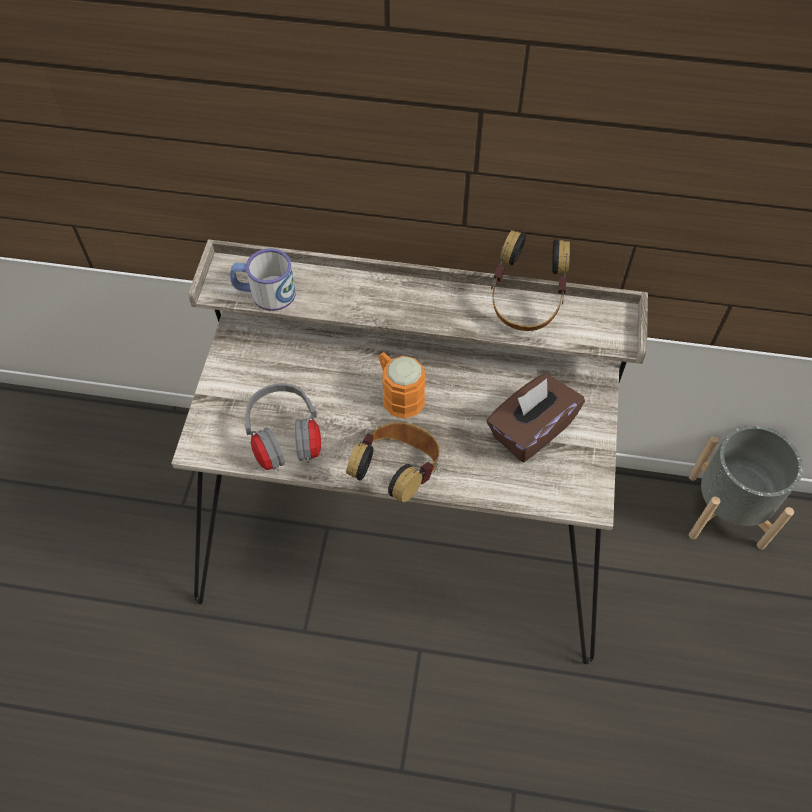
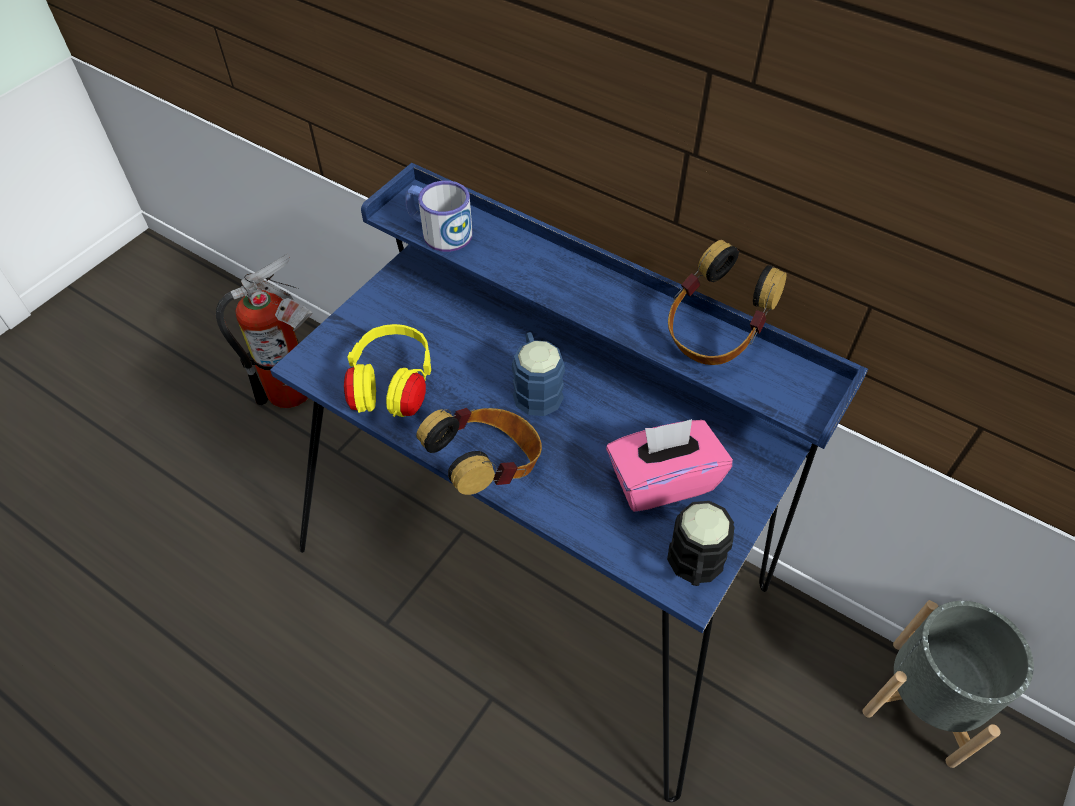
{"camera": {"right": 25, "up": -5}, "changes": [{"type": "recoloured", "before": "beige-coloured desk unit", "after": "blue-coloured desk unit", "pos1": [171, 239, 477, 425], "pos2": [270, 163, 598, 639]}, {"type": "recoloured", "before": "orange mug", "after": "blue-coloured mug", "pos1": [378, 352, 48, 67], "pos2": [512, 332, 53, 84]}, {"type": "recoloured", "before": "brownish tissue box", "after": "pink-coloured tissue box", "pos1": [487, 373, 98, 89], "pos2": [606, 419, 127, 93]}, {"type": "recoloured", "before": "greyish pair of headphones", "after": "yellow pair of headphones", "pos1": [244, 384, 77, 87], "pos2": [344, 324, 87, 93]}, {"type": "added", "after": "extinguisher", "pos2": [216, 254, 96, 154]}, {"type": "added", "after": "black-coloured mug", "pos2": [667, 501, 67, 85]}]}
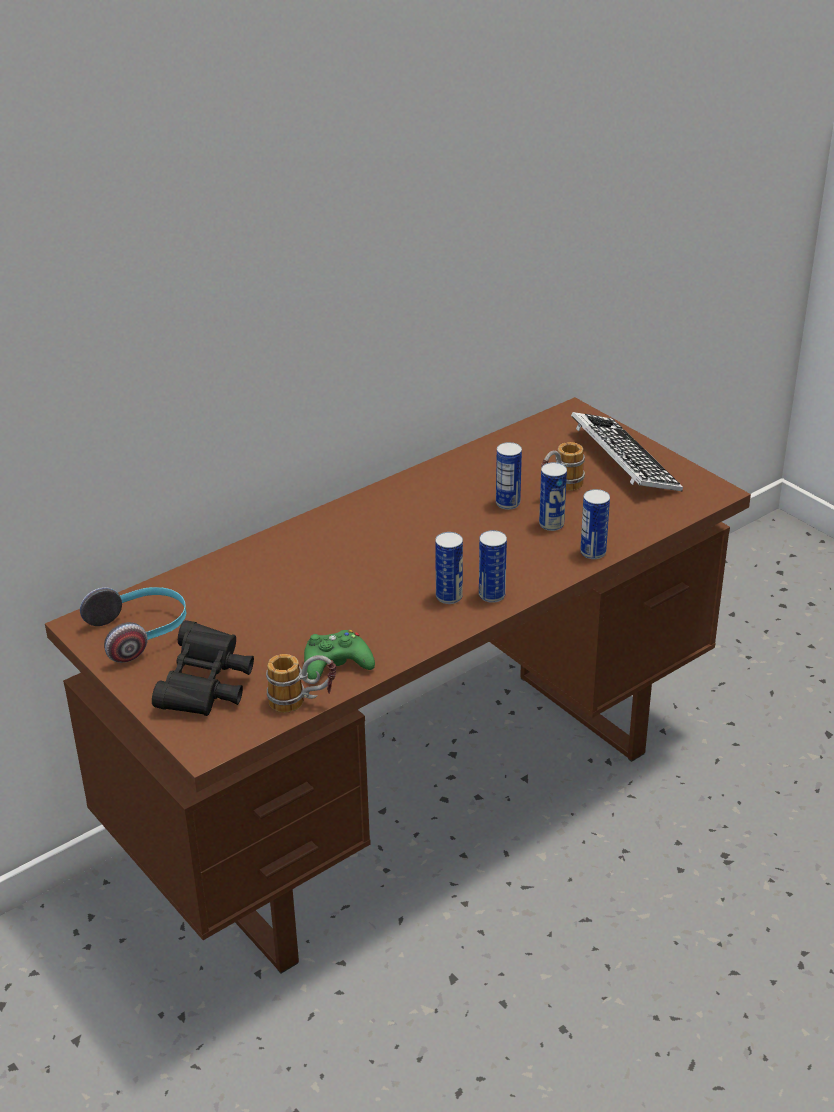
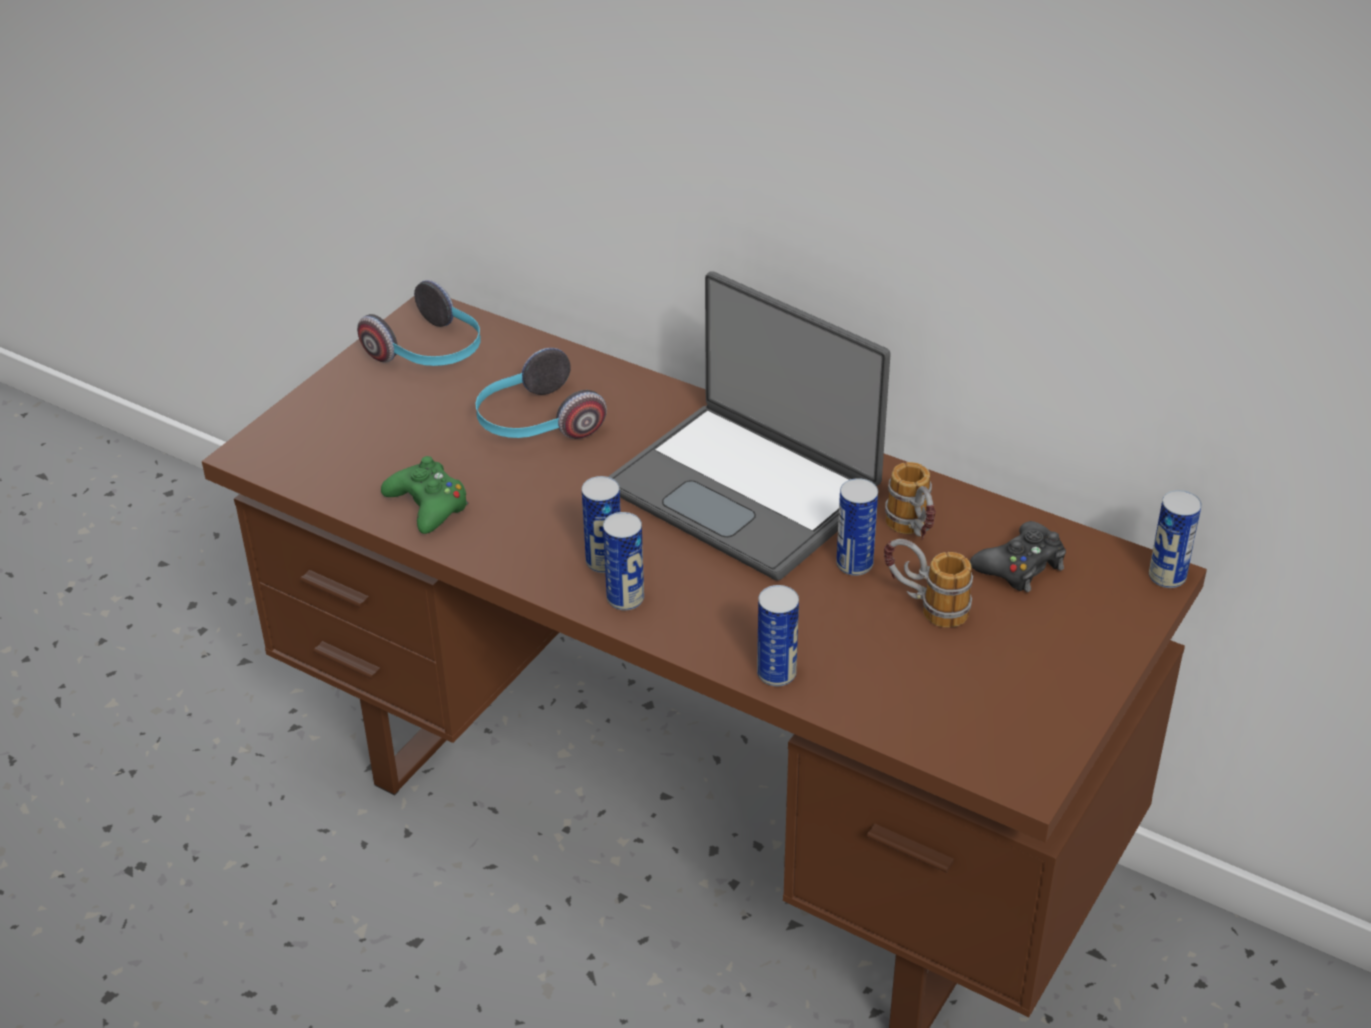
{"camera": {"right": 70, "up": 5}, "changes": [{"type": "removed", "before": "keyboard", "pos1": [571, 412, 112, 79]}, {"type": "moved", "before": "sealed can", "pos1": [539, 462, 28, 69], "pos2": [1149, 490, 53, 98]}, {"type": "removed", "before": "black-coloured binoculars", "pos1": [152, 620, 102, 96]}, {"type": "moved", "before": "mug", "pos1": [266, 654, 70, 59], "pos2": [885, 462, 51, 78]}, {"type": "added", "after": "laptop", "pos2": [608, 272, 283, 309]}, {"type": "added", "after": "pair of headphones", "pos2": [475, 348, 132, 91]}, {"type": "added", "after": "black-coloured joypad", "pos2": [970, 521, 96, 71]}]}
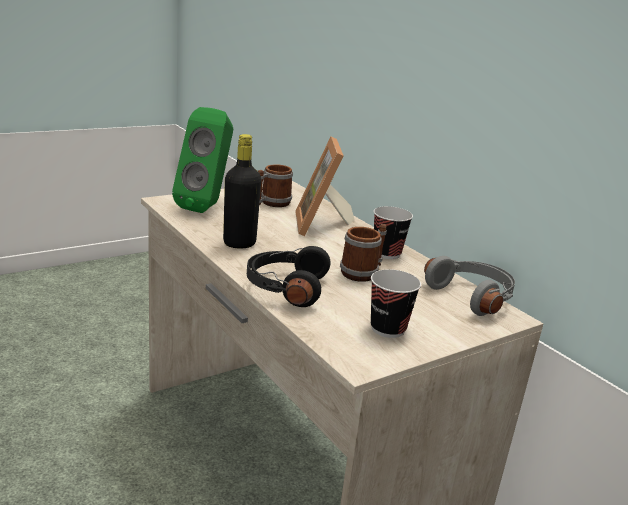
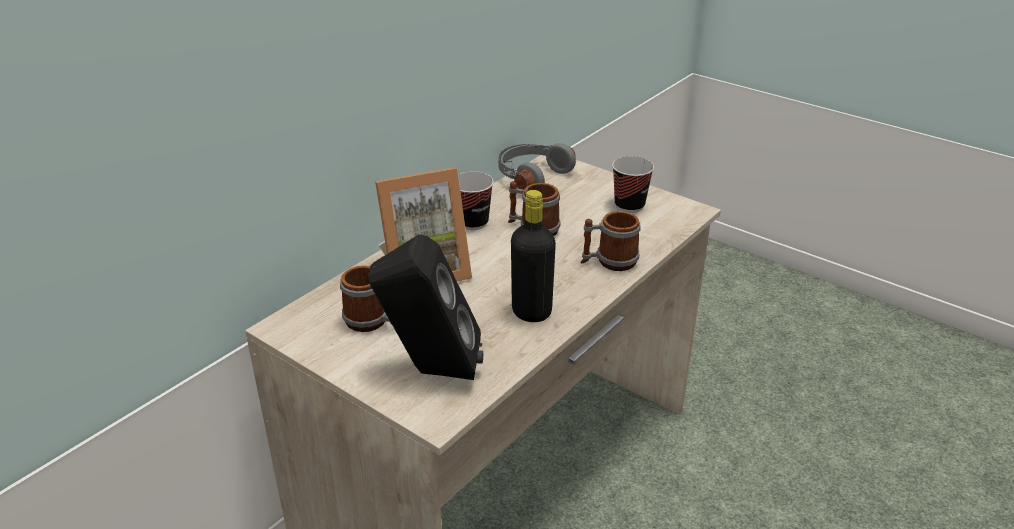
{"camera": {"right": -105, "up": 10}, "changes": [{"type": "recoloured", "before": "greenish speaker", "after": "black-coloured speaker", "pos1": [172, 107, 61, 106], "pos2": [369, 234, 114, 146]}, {"type": "replaced", "before": "black-coloured pair of headphones", "after": "mug", "pos1": [247, 246, 84, 61], "pos2": [581, 211, 60, 60]}]}
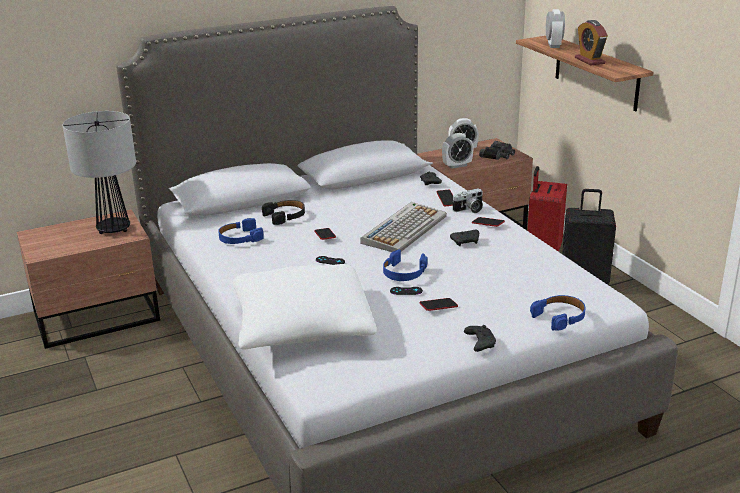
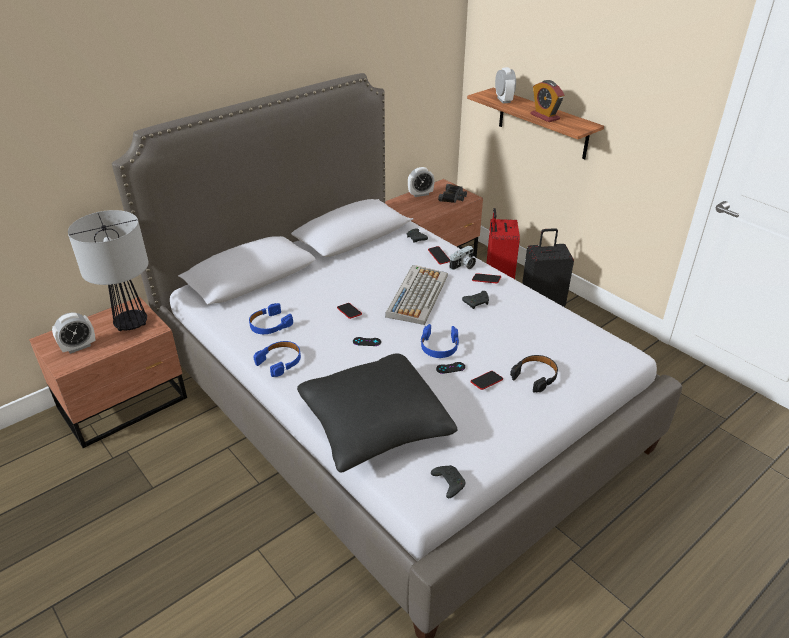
{"camera": {"right": -15, "up": 10}, "changes": [{"type": "moved", "before": "table clock", "pos1": [442, 133, 32, 36], "pos2": [52, 313, 44, 41]}, {"type": "moved", "before": "black-coloured pair of headphones", "pos1": [262, 200, 43, 25], "pos2": [510, 355, 48, 38]}, {"type": "recoloured", "before": "white throw pillow", "after": "black-coloured throw pillow", "pos1": [233, 264, 144, 86], "pos2": [297, 353, 161, 120]}, {"type": "moved", "before": "blue-coloured pair of headphones", "pos1": [530, 295, 56, 36], "pos2": [253, 341, 48, 36]}, {"type": "moved", "before": "black-coloured joypad", "pos1": [464, 325, 32, 27], "pos2": [431, 465, 34, 33]}]}
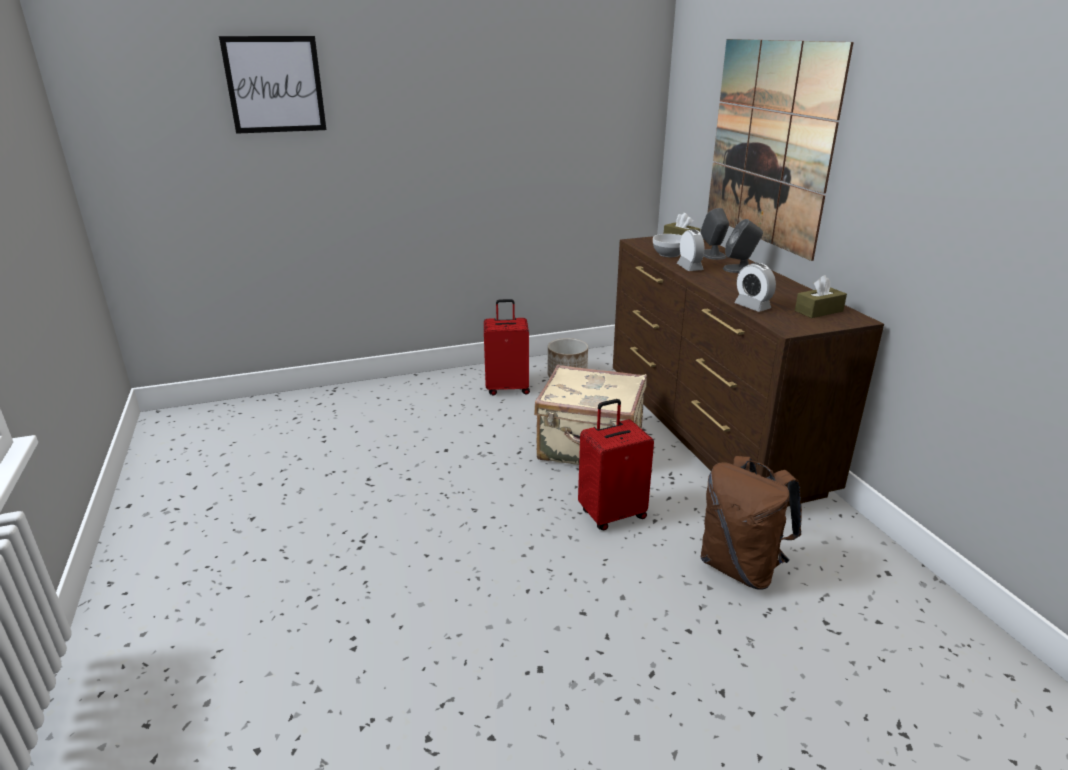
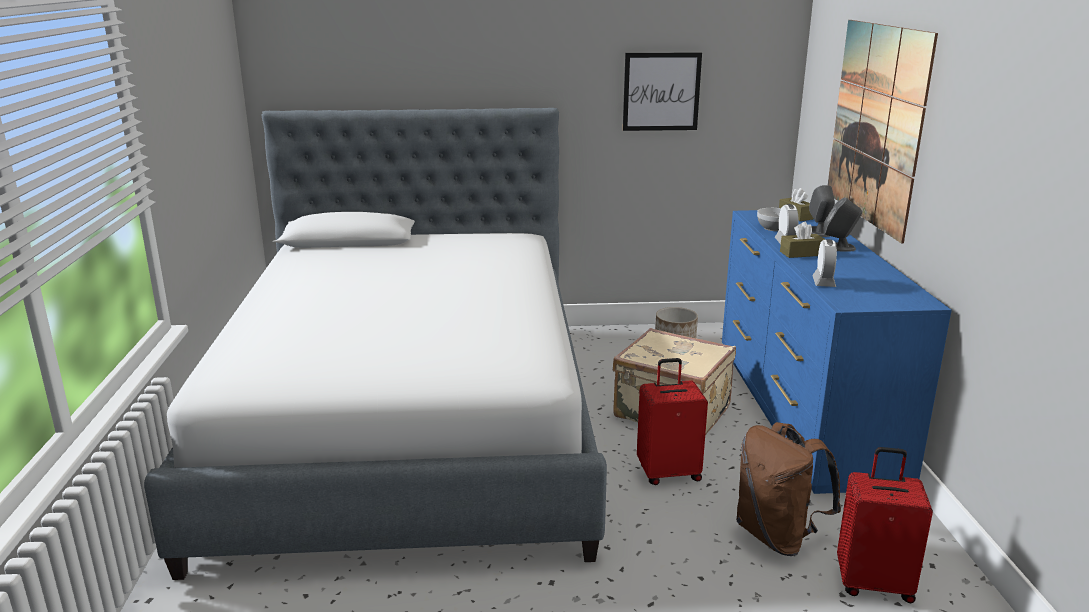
{"camera": {"right": 15, "up": -5}, "changes": [{"type": "moved", "before": "picture", "pos1": [219, 36, 107, 98], "pos2": [623, 52, 79, 79]}, {"type": "recoloured", "before": "brownish dresser", "after": "blue-coloured dresser", "pos1": [613, 236, 271, 271], "pos2": [722, 210, 230, 284]}, {"type": "turned", "before": "table clock", "pos1": [734, 263, 42, 49], "pos2": [812, 239, 25, 48], "turn": -150}, {"type": "moved", "before": "brownish tissue box", "pos1": [795, 275, 52, 43], "pos2": [780, 222, 46, 36]}, {"type": "moved", "before": "reddish piece of luggage", "pos1": [484, 299, 46, 96], "pos2": [837, 447, 96, 156]}, {"type": "added", "after": "sleeping bed", "pos2": [144, 108, 463, 472]}]}
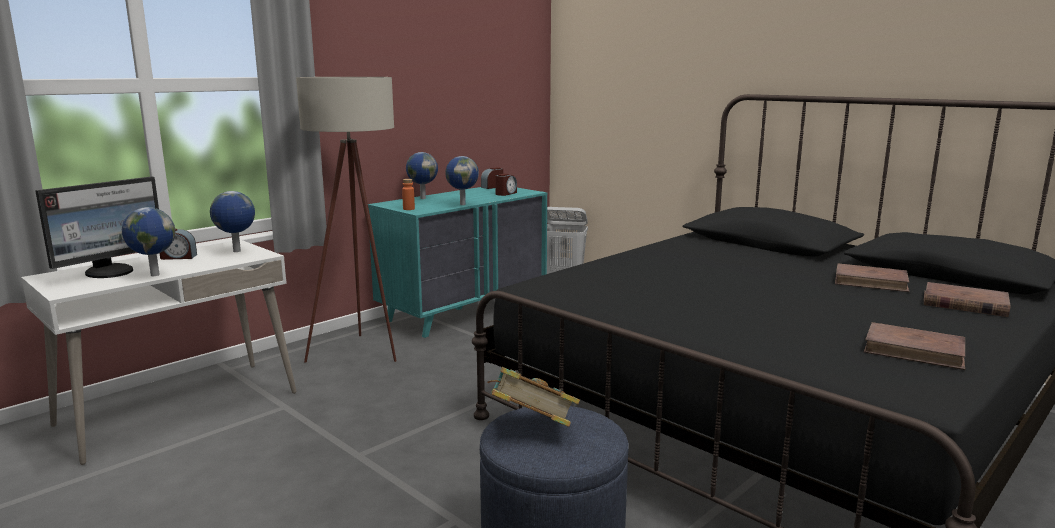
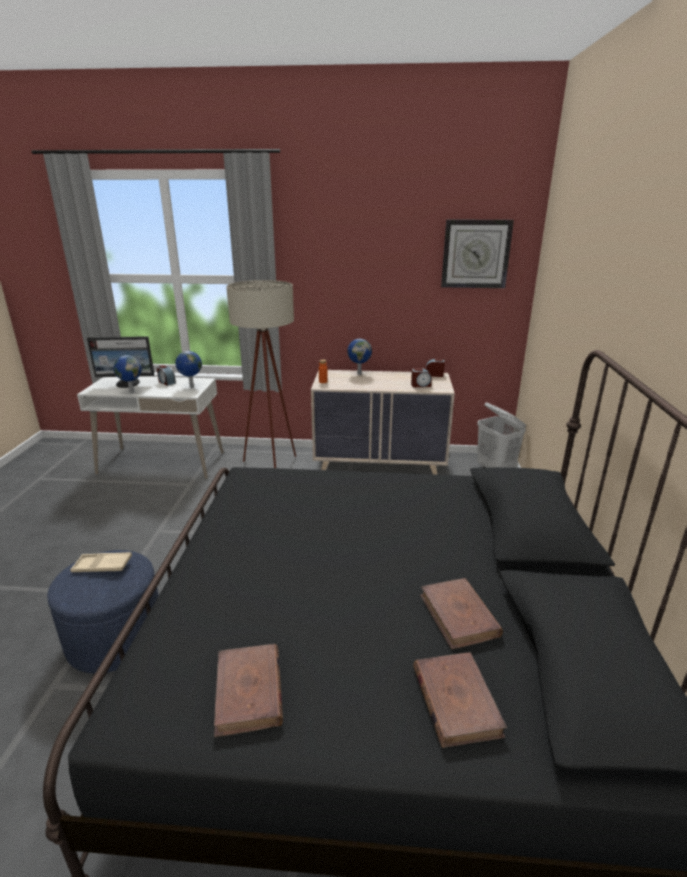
{"camera": {"right": 50, "up": 10}, "changes": [{"type": "removed", "before": "desk globe", "pos1": [445, 156, 34, 49]}, {"type": "recoloured", "before": "turquoise-coloured dresser", "after": "beige-coloured dresser", "pos1": [368, 187, 179, 151], "pos2": [311, 370, 144, 105]}, {"type": "replaced", "before": "bound book", "after": "beige-coloured serving tray", "pos1": [487, 367, 93, 60], "pos2": [70, 552, 62, 20]}, {"type": "added", "after": "clock on the wall", "pos2": [441, 220, 73, 68]}]}
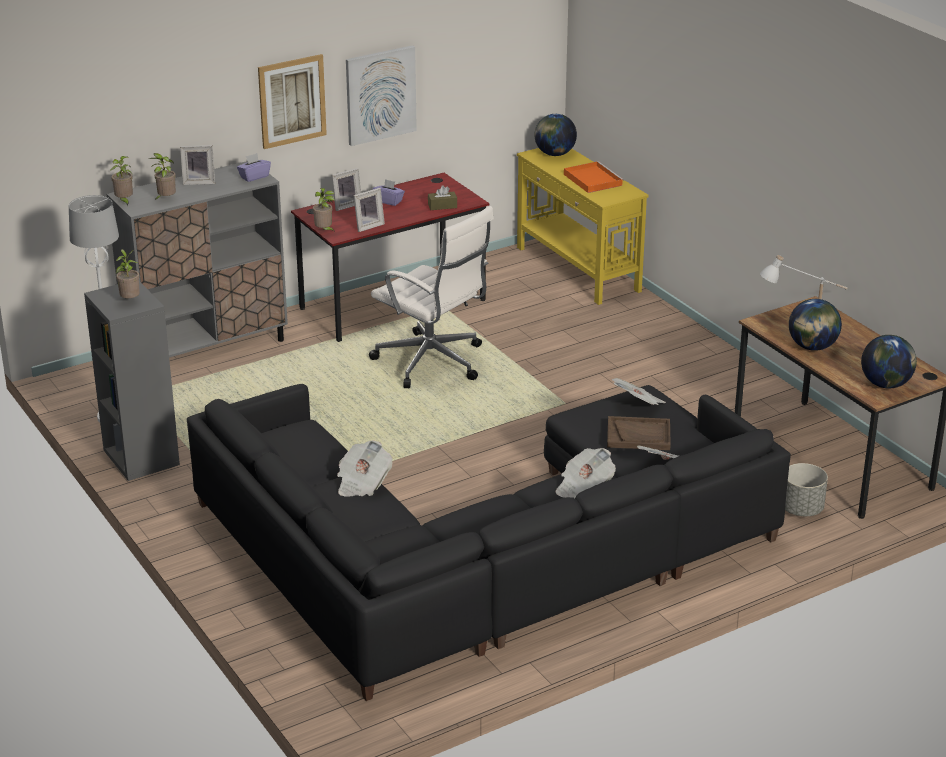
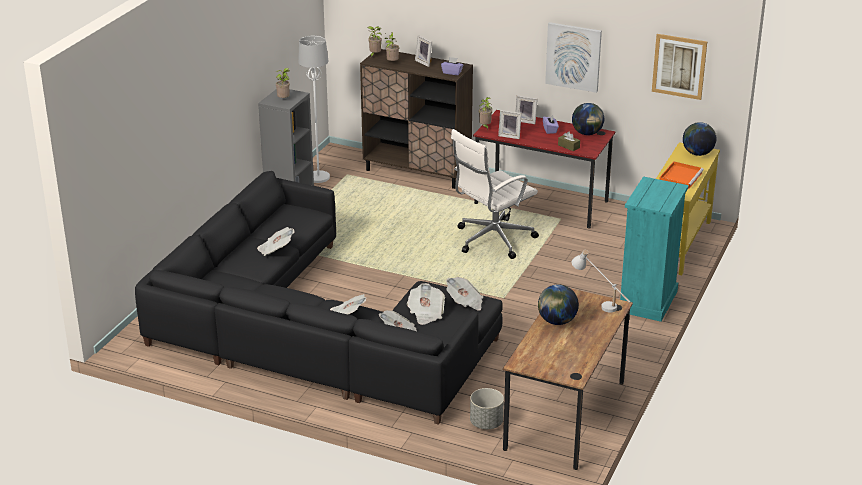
{"camera": {"right": 55, "up": 0}, "changes": [{"type": "moved", "before": "picture", "pos1": [258, 54, 69, 95], "pos2": [652, 34, 55, 66]}, {"type": "recoloured", "before": "greyish storage cabinet", "after": "brownish storage cabinet", "pos1": [107, 161, 181, 196], "pos2": [360, 49, 113, 140]}, {"type": "turned", "before": "white computer chair", "pos1": [369, 206, 125, 182], "pos2": [451, 129, 88, 130], "turn": 45}, {"type": "moved", "before": "desk globe", "pos1": [861, 335, 56, 53], "pos2": [572, 103, 32, 32]}, {"type": "replaced", "before": "brownish serving tray", "after": "newspaper", "pos1": [607, 416, 64, 34], "pos2": [407, 283, 38, 42]}, {"type": "added", "after": "turquoise-coloured dresser", "pos2": [620, 176, 69, 146]}]}
